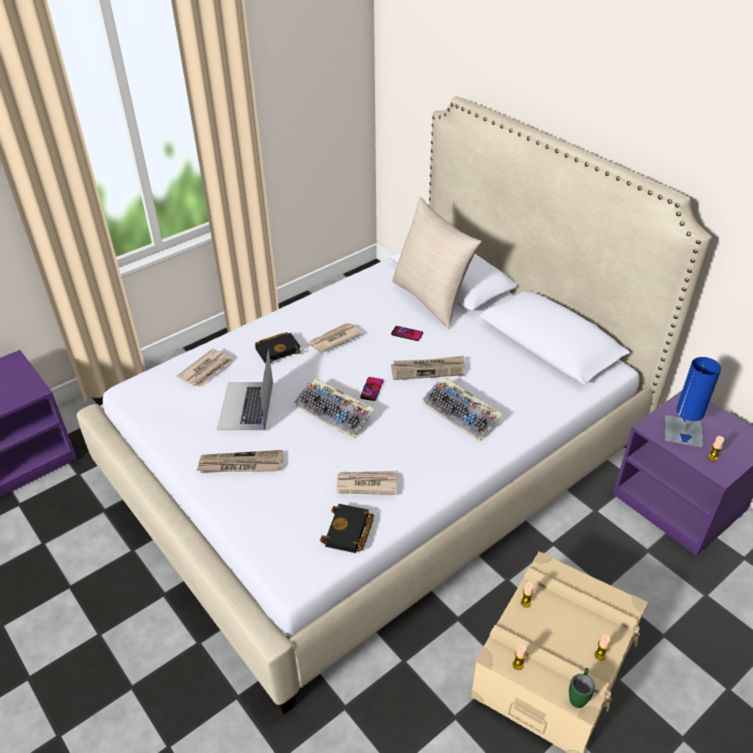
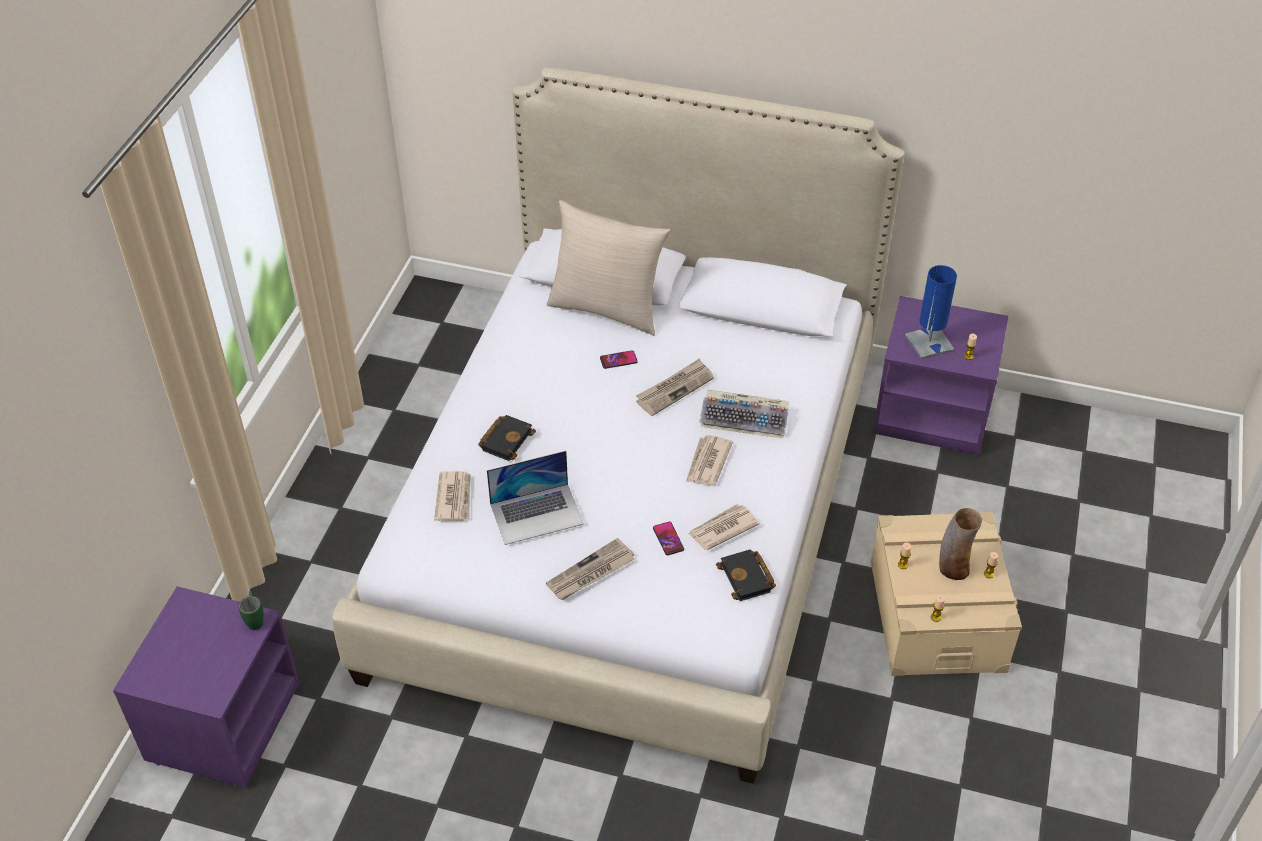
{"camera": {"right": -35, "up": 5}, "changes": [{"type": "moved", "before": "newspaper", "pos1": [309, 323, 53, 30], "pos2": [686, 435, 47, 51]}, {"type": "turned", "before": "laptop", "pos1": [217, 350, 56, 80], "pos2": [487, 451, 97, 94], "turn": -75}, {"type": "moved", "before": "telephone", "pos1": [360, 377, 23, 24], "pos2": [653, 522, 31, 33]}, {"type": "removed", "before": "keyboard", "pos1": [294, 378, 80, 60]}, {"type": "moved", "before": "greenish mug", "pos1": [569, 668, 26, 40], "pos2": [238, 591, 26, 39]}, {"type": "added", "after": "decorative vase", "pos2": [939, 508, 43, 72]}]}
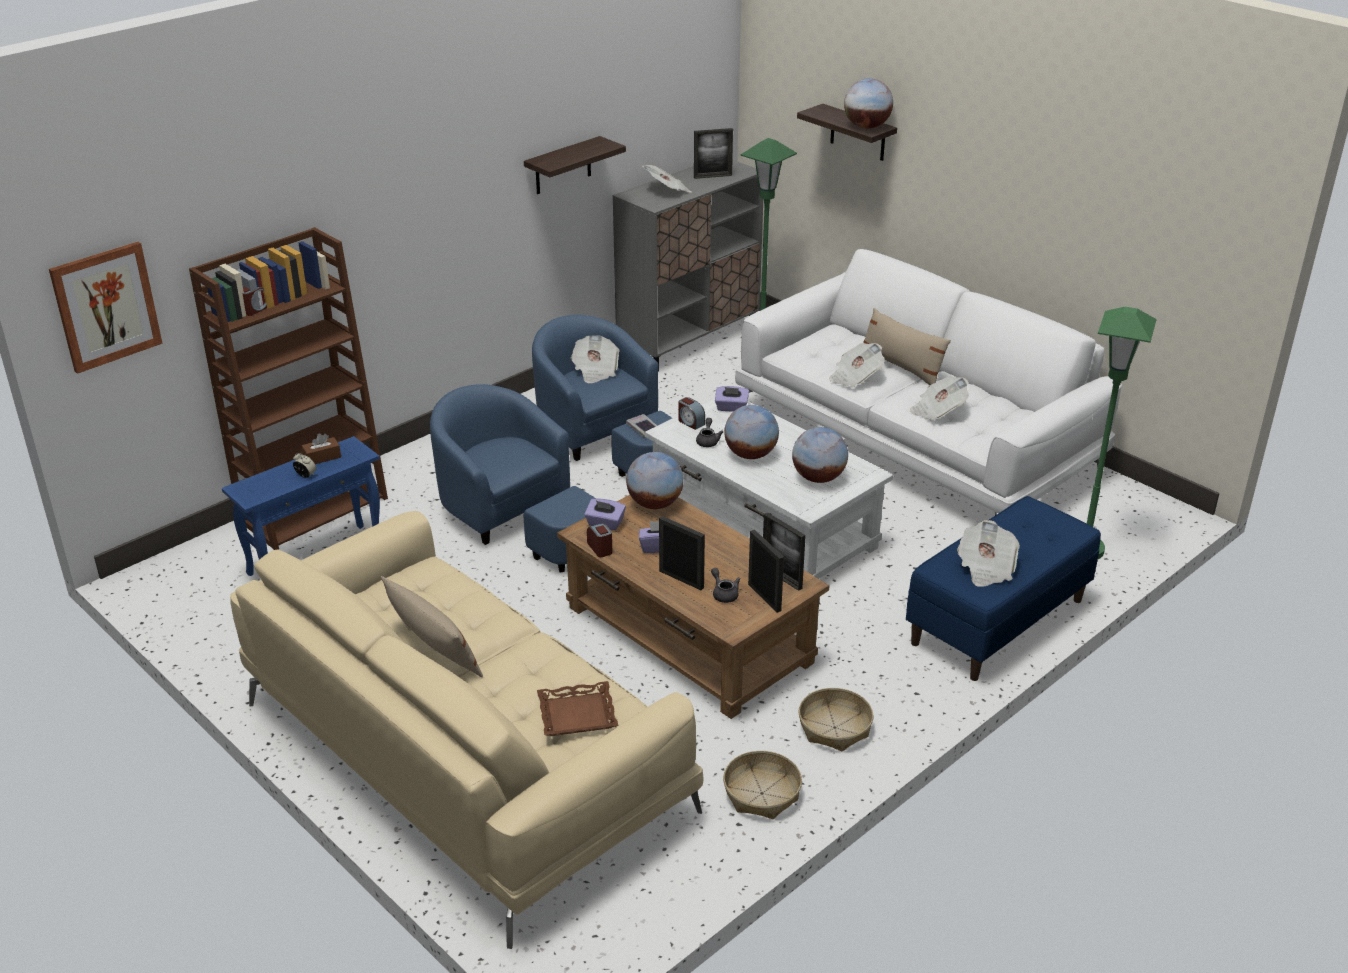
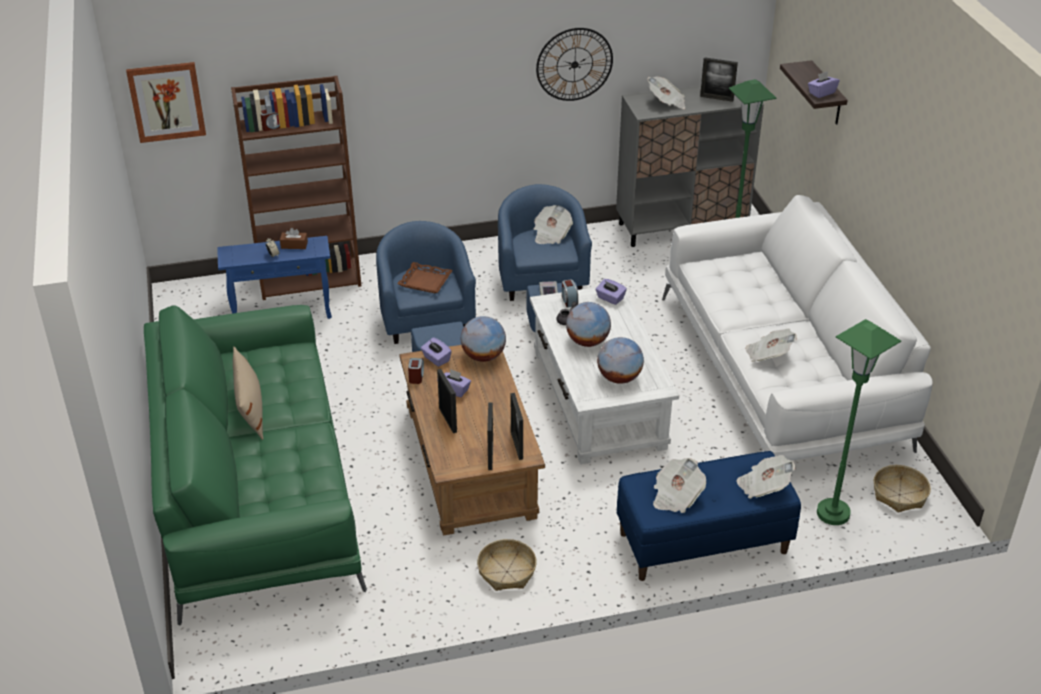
{"camera": {"right": 30, "up": 5}, "changes": [{"type": "replaced", "before": "desk globe", "after": "purple tissue box", "pos1": [844, 78, 49, 51], "pos2": [808, 71, 31, 27]}, {"type": "replaced", "before": "wall shelf", "after": "clock on the wall", "pos1": [524, 136, 102, 58], "pos2": [536, 28, 77, 73]}, {"type": "removed", "before": "beige-coloured throw pillow", "pos1": [863, 308, 88, 77]}, {"type": "moved", "before": "newspaper", "pos1": [829, 343, 56, 45], "pos2": [736, 455, 60, 44]}, {"type": "recoloured", "before": "beige-coloured couch", "after": "greenish couch", "pos1": [230, 511, 473, 438], "pos2": [144, 305, 223, 321]}, {"type": "removed", "before": "greyish tea pot", "pos1": [711, 568, 30, 35]}, {"type": "moved", "before": "brownish serving tray", "pos1": [537, 681, 82, 55], "pos2": [397, 262, 56, 31]}, {"type": "moved", "before": "basket", "pos1": [723, 751, 79, 68], "pos2": [874, 465, 57, 48]}]}
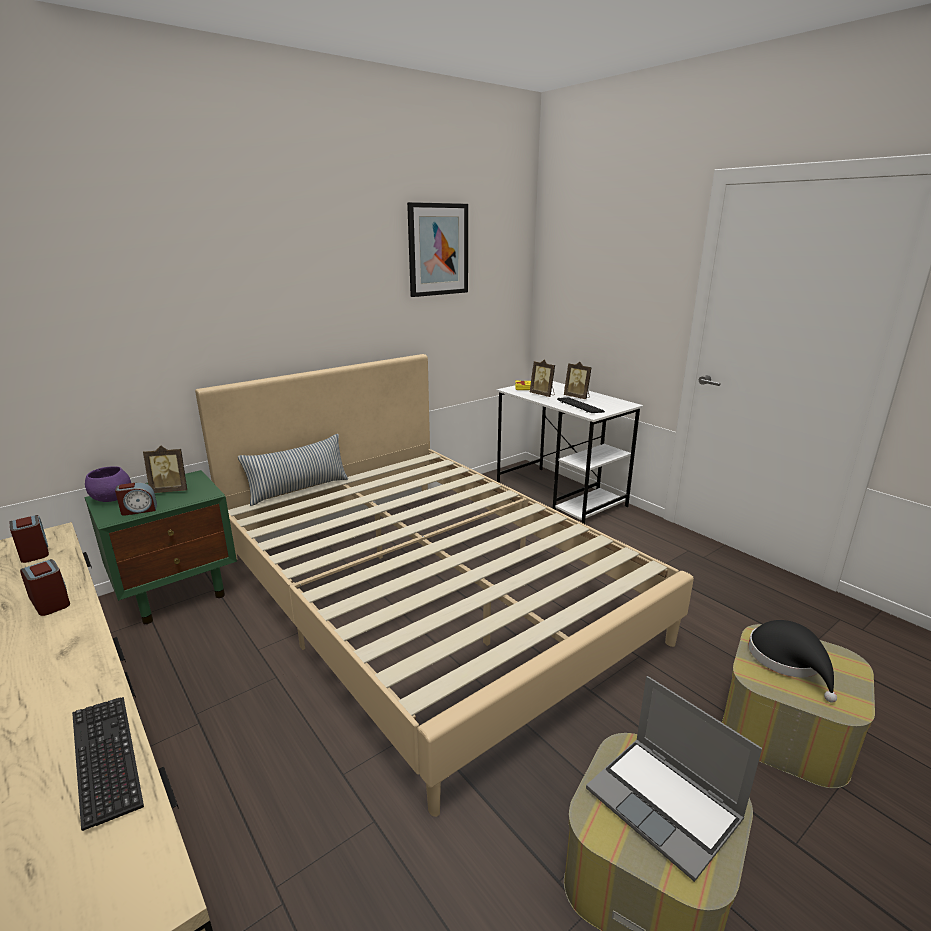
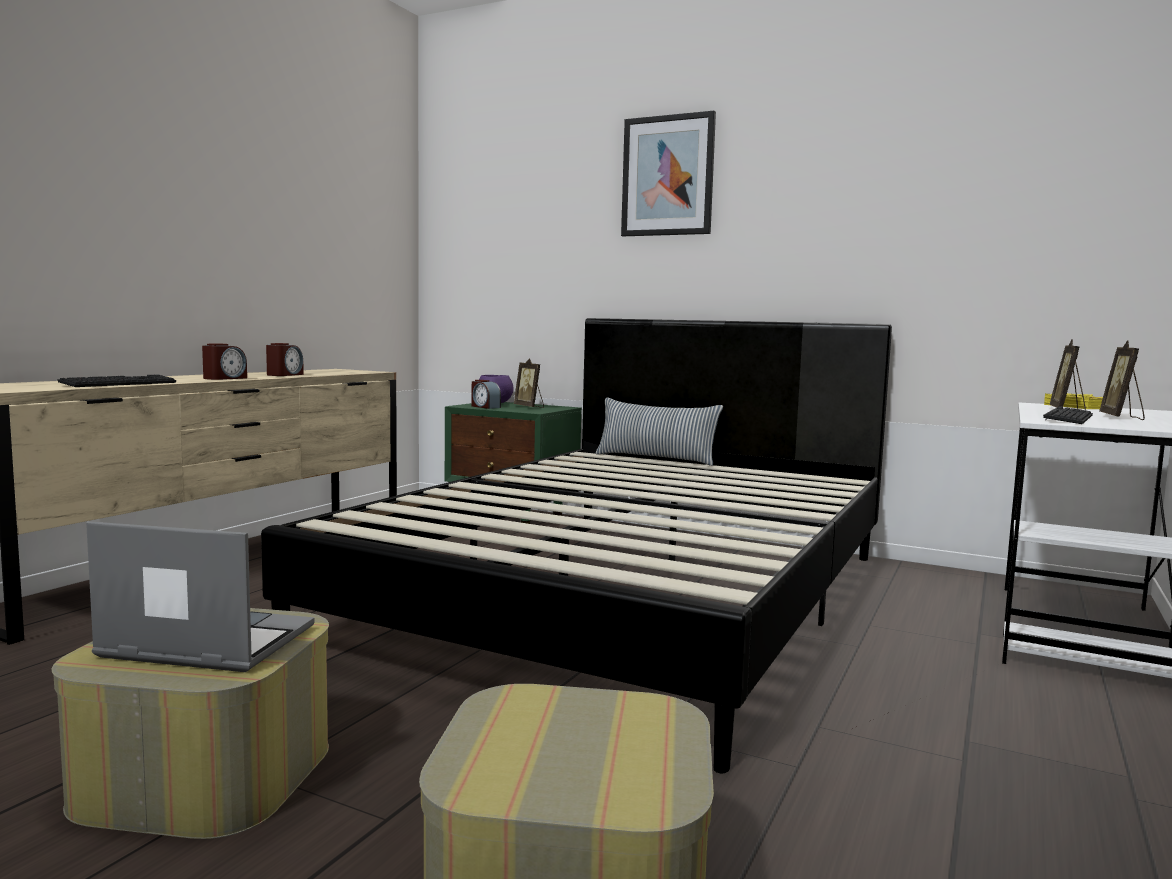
{"camera": {"right": 65, "up": -15}, "changes": [{"type": "moved", "before": "picture", "pos1": [407, 202, 61, 95], "pos2": [621, 111, 95, 125]}, {"type": "recoloured", "before": "beige-coloured sleeping bed", "after": "black-coloured sleeping bed", "pos1": [195, 354, 499, 463], "pos2": [261, 318, 631, 455]}, {"type": "moved", "before": "table clock", "pos1": [10, 515, 39, 48], "pos2": [202, 344, 45, 36]}, {"type": "removed", "before": "black-coloured hat", "pos1": [748, 620, 89, 83]}, {"type": "turned", "before": "laptop", "pos1": [586, 676, 176, 206], "pos2": [86, 521, 229, 151], "turn": 75}]}
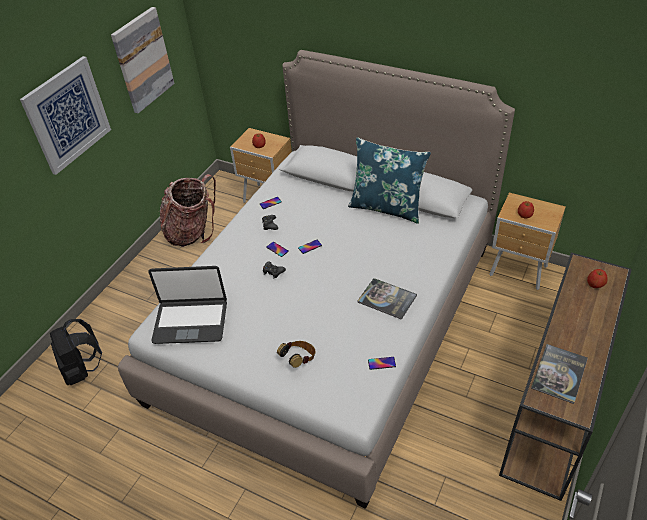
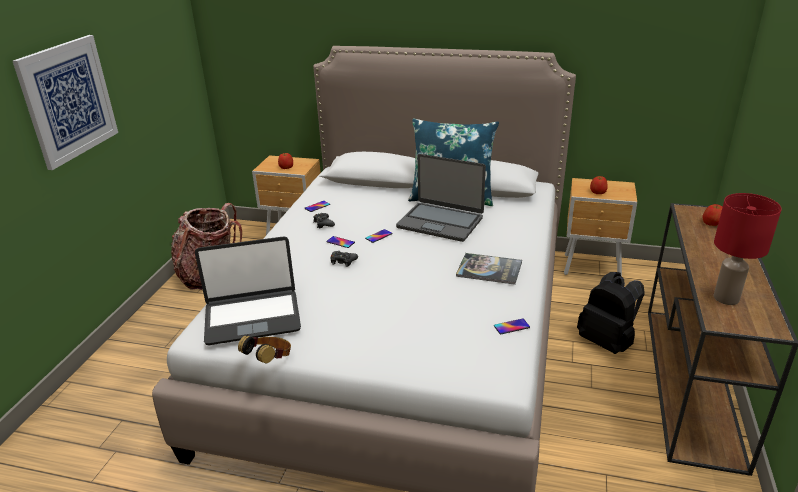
{"camera": {"right": -15, "up": -15}, "changes": [{"type": "removed", "before": "picture", "pos1": [111, 7, 64, 106]}, {"type": "moved", "before": "black-coloured rucksack", "pos1": [50, 319, 52, 66], "pos2": [577, 272, 68, 82]}, {"type": "moved", "before": "pair of headphones", "pos1": [277, 341, 39, 27], "pos2": [238, 335, 53, 28]}, {"type": "replaced", "before": "bound book", "after": "reddish table lamp", "pos1": [531, 344, 57, 60], "pos2": [714, 193, 68, 112]}, {"type": "added", "after": "laptop", "pos2": [396, 154, 90, 88]}]}
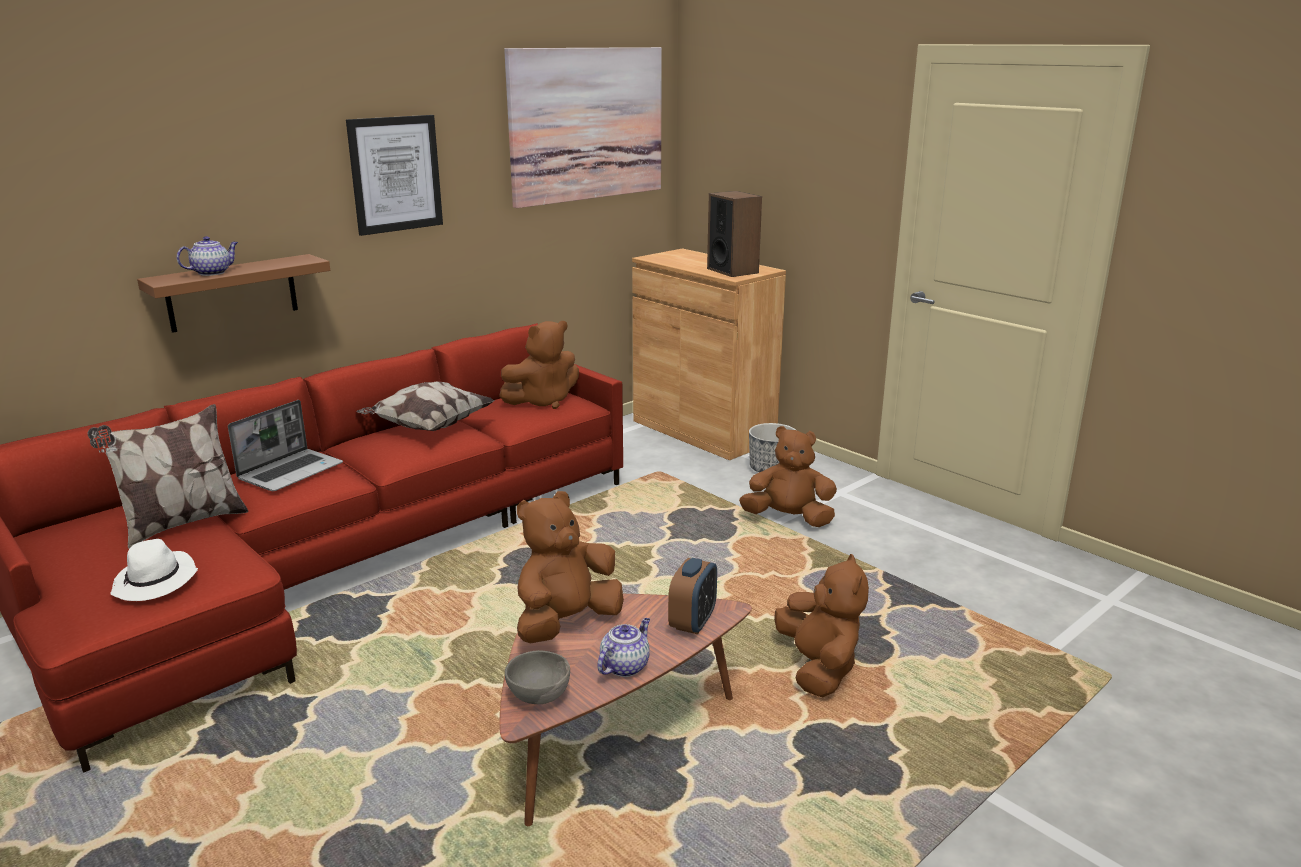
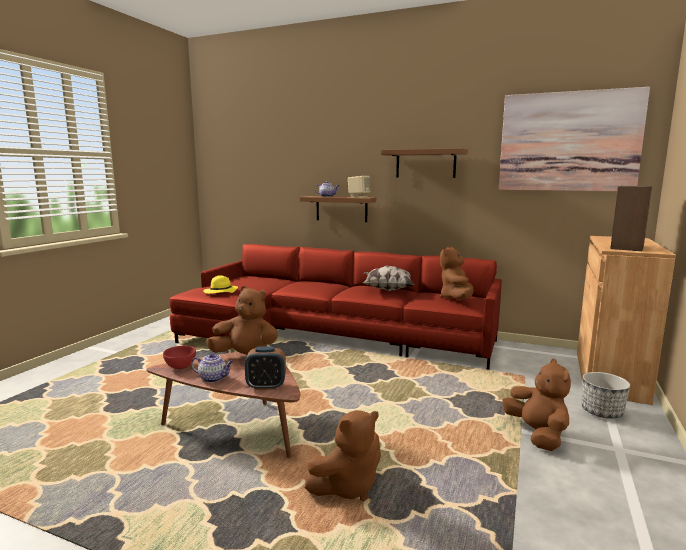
{"camera": {"right": 65, "up": -10}, "changes": [{"type": "replaced", "before": "picture", "after": "brownish wall shelf", "pos1": [346, 115, 97, 121], "pos2": [381, 148, 86, 30]}, {"type": "turned", "before": "brownish soft toy", "pos1": [499, 321, 80, 88], "pos2": [440, 246, 34, 54], "turn": 75}, {"type": "removed", "before": "laptop", "pos1": [228, 400, 115, 91]}, {"type": "removed", "before": "throw pillow", "pos1": [88, 404, 161, 145]}, {"type": "recoloured", "before": "white hat", "after": "yellow hat", "pos1": [110, 539, 88, 62], "pos2": [203, 275, 35, 19]}, {"type": "recoloured", "before": "greyish bowl", "after": "reddish bowl", "pos1": [505, 650, 65, 54], "pos2": [163, 346, 33, 23]}, {"type": "added", "after": "beige-coloured speaker", "pos2": [348, 176, 23, 22]}]}
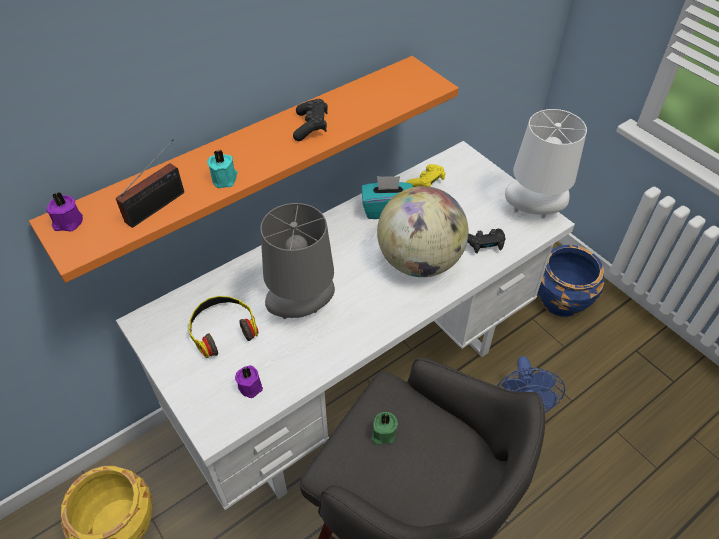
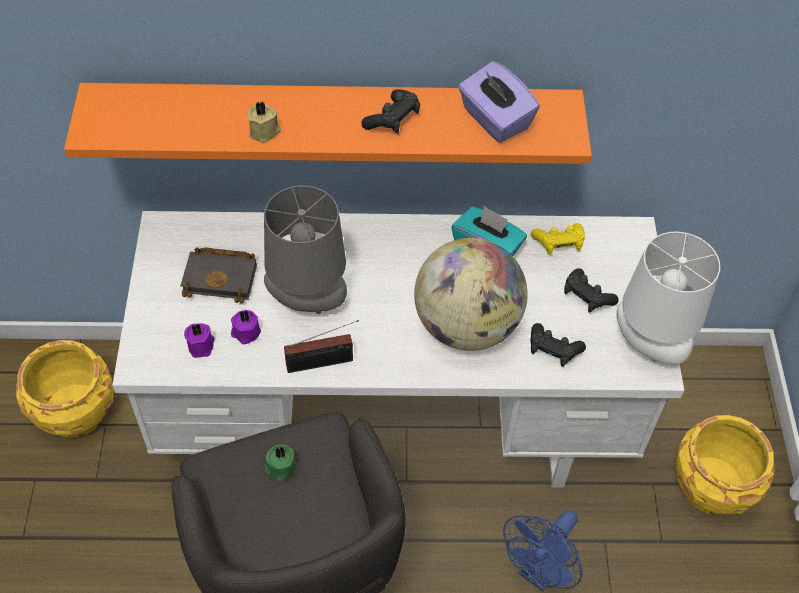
{"camera": {"right": 35, "up": 5}, "changes": [{"type": "moved", "before": "radio receiver", "pos1": [116, 139, 68, 89], "pos2": [284, 320, 75, 53]}, {"type": "recoloured", "before": "turquoise-coloured wax light", "after": "beige-coloured wax light", "pos1": [207, 149, 31, 39], "pos2": [248, 101, 33, 42]}, {"type": "moved", "before": "purple wax light", "pos1": [46, 192, 37, 40], "pos2": [231, 310, 30, 34]}, {"type": "recoloured", "before": "blue-coloured flower pot", "after": "yellow flower pot", "pos1": [538, 245, 67, 72], "pos2": [676, 415, 98, 99]}, {"type": "replaced", "before": "pair of headphones", "after": "black-coloured bound book", "pos1": [189, 296, 70, 62], "pos2": [180, 247, 77, 56]}, {"type": "added", "after": "purple tissue box", "pos2": [458, 61, 82, 82]}, {"type": "added", "after": "black-coloured joypad", "pos2": [564, 268, 55, 45]}]}
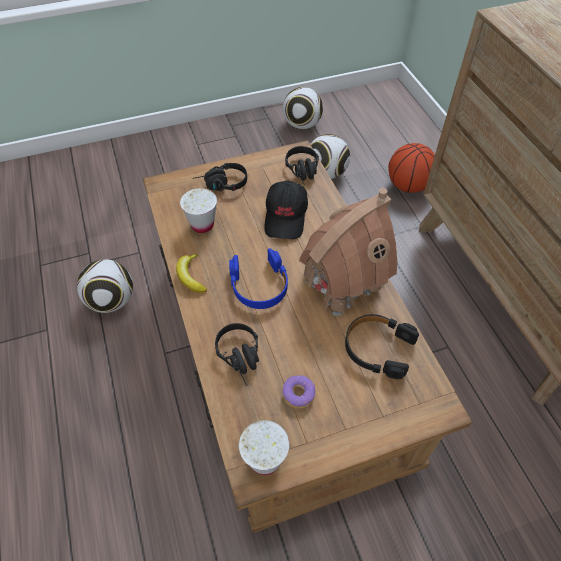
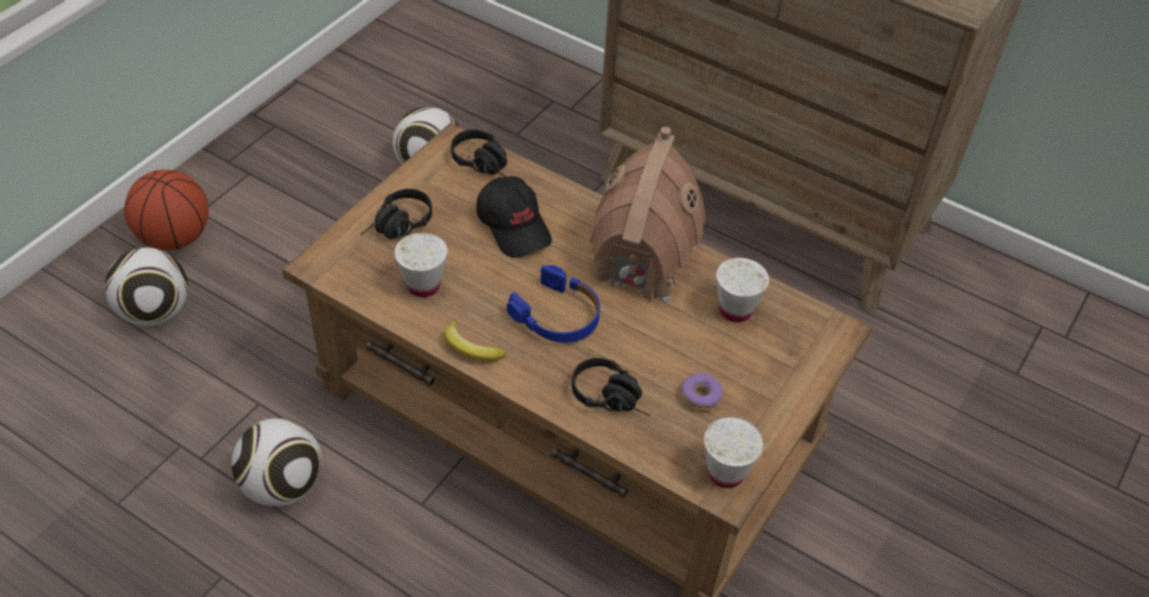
{"camera": {"right": -40, "up": -5}, "changes": [{"type": "moved", "before": "ball for football", "pos1": [283, 87, 40, 42], "pos2": [105, 248, 83, 78]}, {"type": "moved", "before": "basketball ball", "pos1": [388, 143, 47, 50], "pos2": [124, 169, 85, 81]}, {"type": "replaced", "before": "black-coloured pair of headphones", "after": "white cup", "pos1": [345, 314, 74, 65], "pos2": [716, 258, 53, 64]}]}
